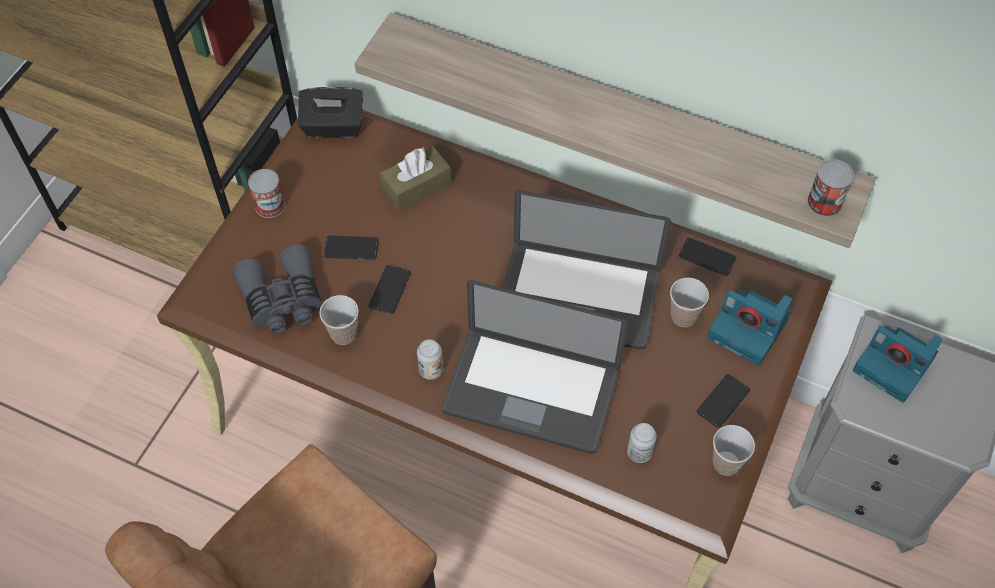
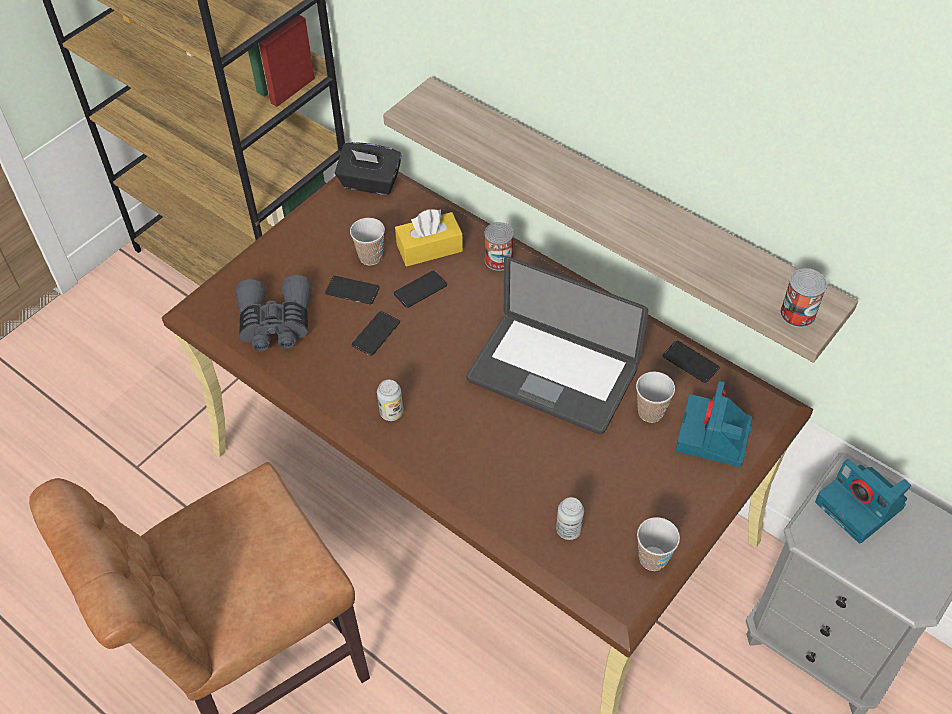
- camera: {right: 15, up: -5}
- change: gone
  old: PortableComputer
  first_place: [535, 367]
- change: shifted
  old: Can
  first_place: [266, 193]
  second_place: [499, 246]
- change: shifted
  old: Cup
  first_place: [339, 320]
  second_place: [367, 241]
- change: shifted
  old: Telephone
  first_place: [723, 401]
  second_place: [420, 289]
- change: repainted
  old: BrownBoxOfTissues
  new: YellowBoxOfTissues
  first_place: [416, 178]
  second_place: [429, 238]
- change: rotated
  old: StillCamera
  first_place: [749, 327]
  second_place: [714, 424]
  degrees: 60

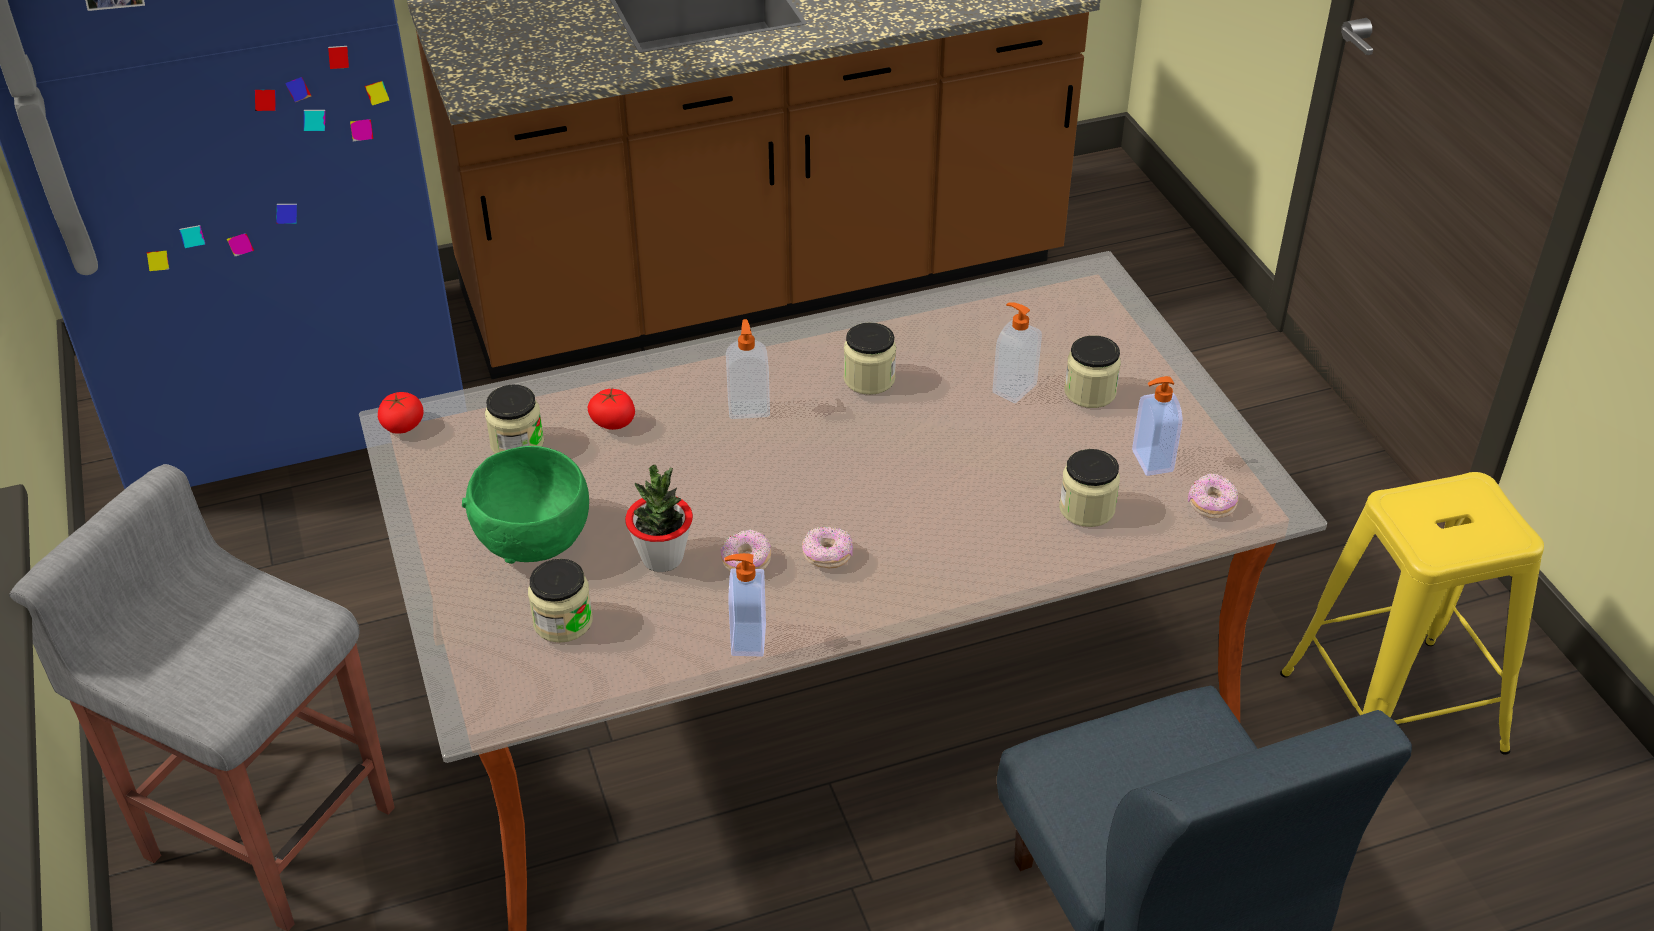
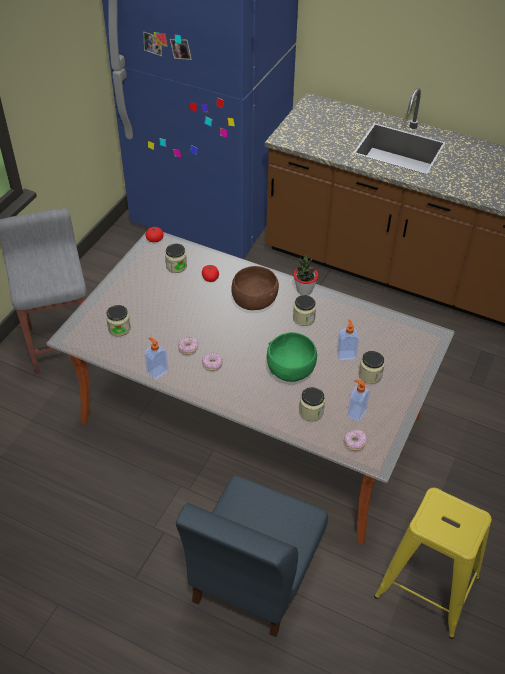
- camera: {right: 45, up: 5}
- change: shifted
  old: GreenishDeepDish
  first_place: [525, 505]
  second_place: [292, 357]
- change: shifted
  old: PottedPlant
  first_place: [659, 518]
  second_place: [305, 275]
- change: swapped
  old: SoapBottle
  new: BrownDeepDish
  first_place: [748, 369]
  second_place: [255, 288]

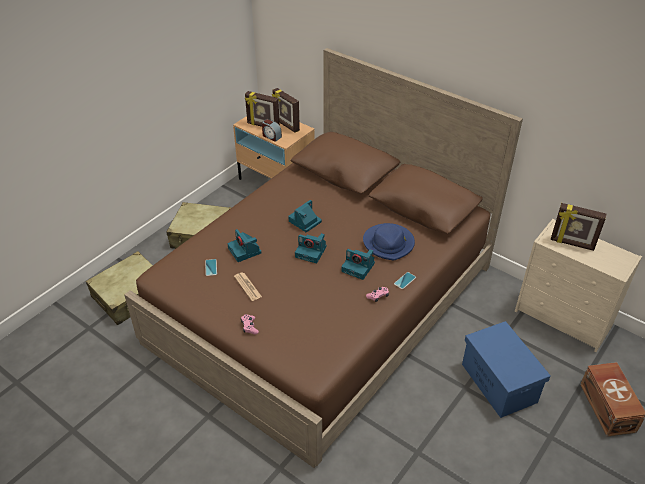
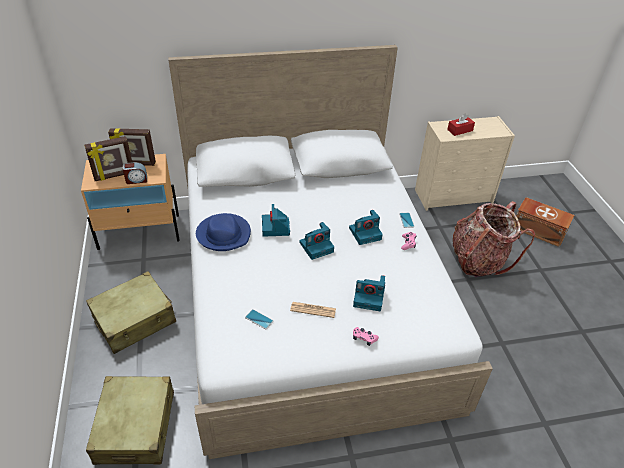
- camera: {right: -50, up: 0}
- change: shifted
  old: StillCamera
  first_place: [244, 245]
  second_place: [369, 293]
- change: shifted
  old: BluishWearableHat
  first_place: [389, 241]
  second_place: [223, 232]
- change: swapped
  old: BluishStorageBox
  new: Knapsack
  first_place: [506, 369]
  second_place: [494, 239]
- change: swapped
  old: PhotoFrame
  new: RedBoxOfTissues
  first_place: [578, 227]
  second_place: [461, 125]
- change: repainted
  old: BrownBedroomBed
  new: WhiteBedroomBed
  first_place: [323, 258]
  second_place: [330, 252]

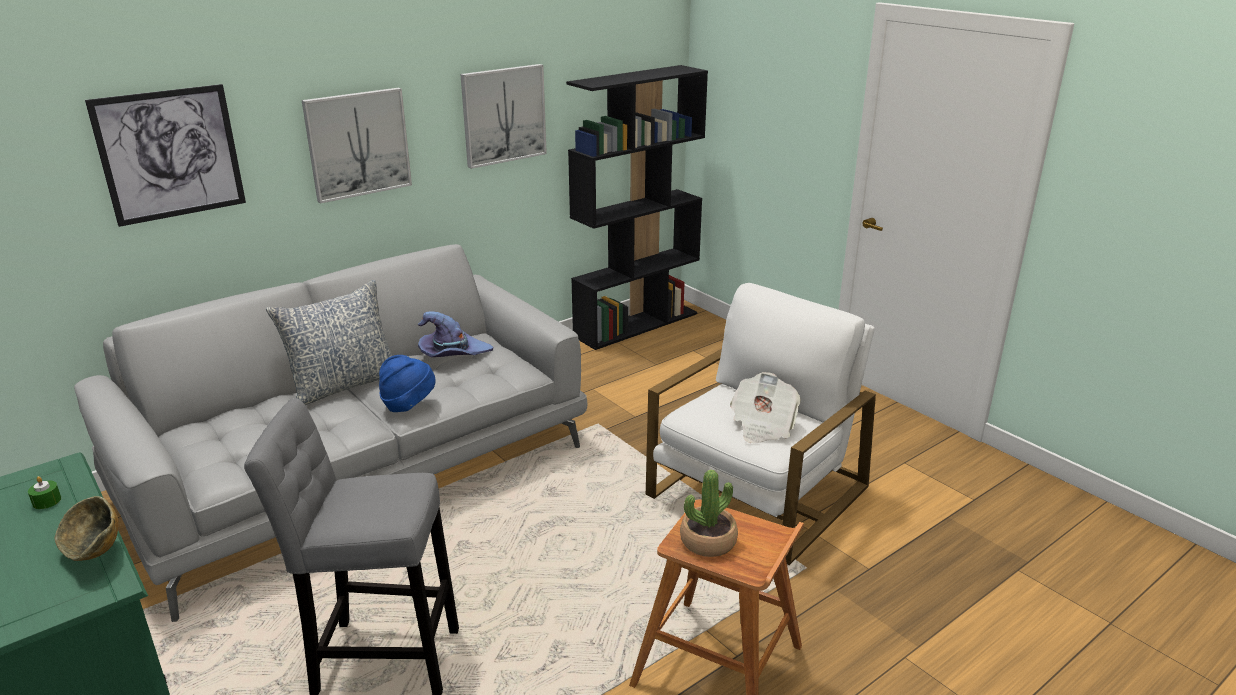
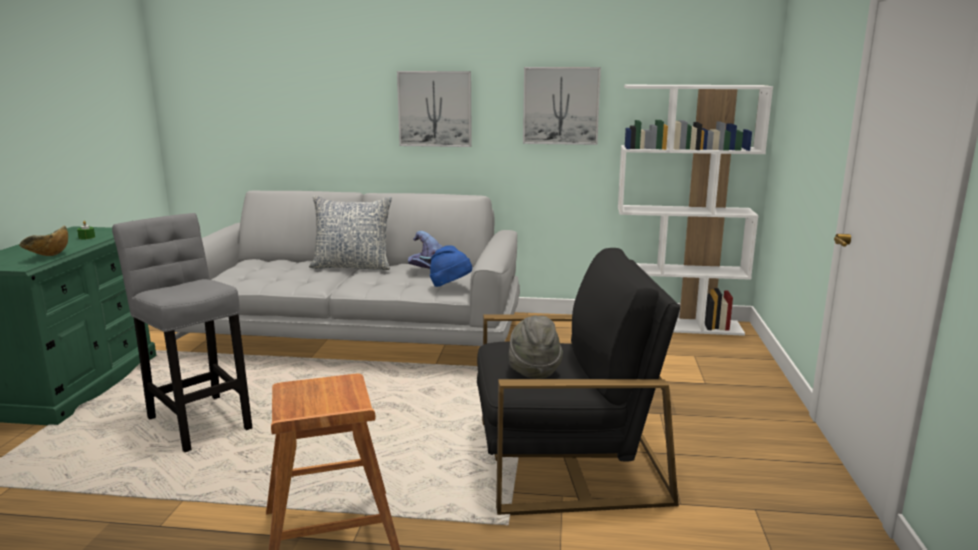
- camera: {right: 45, up: -10}
- change: gone
  old: WallArt
  first_place: [165, 155]
- change: gone
  old: PottedPlant
  first_place: [709, 513]
- change: shifted
  old: BluishWearableHat
  first_place: [407, 383]
  second_place: [451, 266]
- change: swapped
  old: PrintedPaper
  new: GreyishWearableHat
  first_place: [765, 407]
  second_place: [536, 347]
- change: repainted
  old: BlackColouredShelvingUnit
  new: WhiteShelvingUnit
  first_place: [637, 207]
  second_place: [695, 210]
- change: repainted
  old: WhiteEasyChair
  new: BlackColouredEasyChair
  first_place: [761, 424]
  second_place: [578, 381]

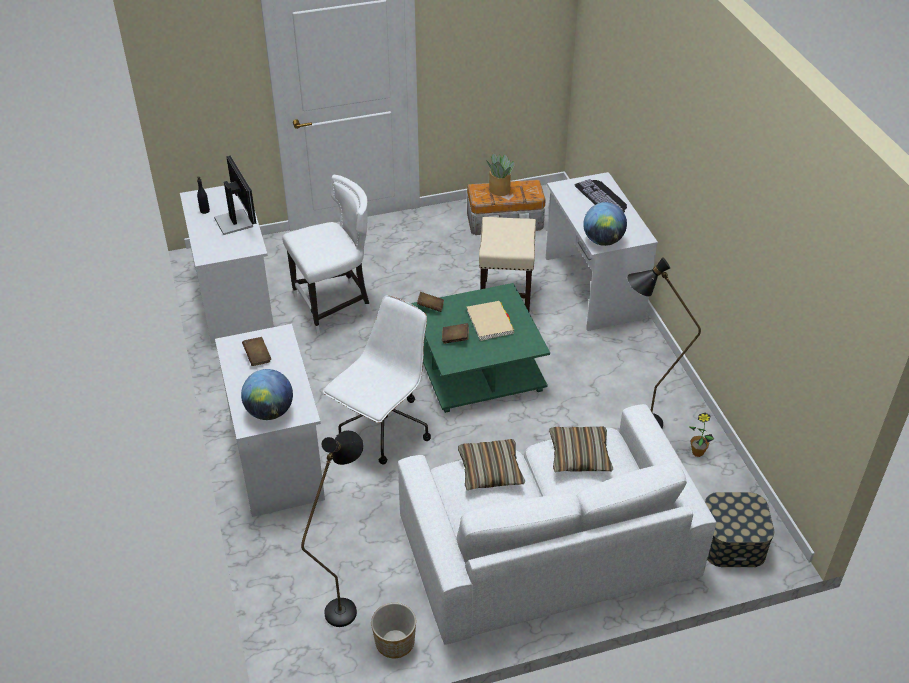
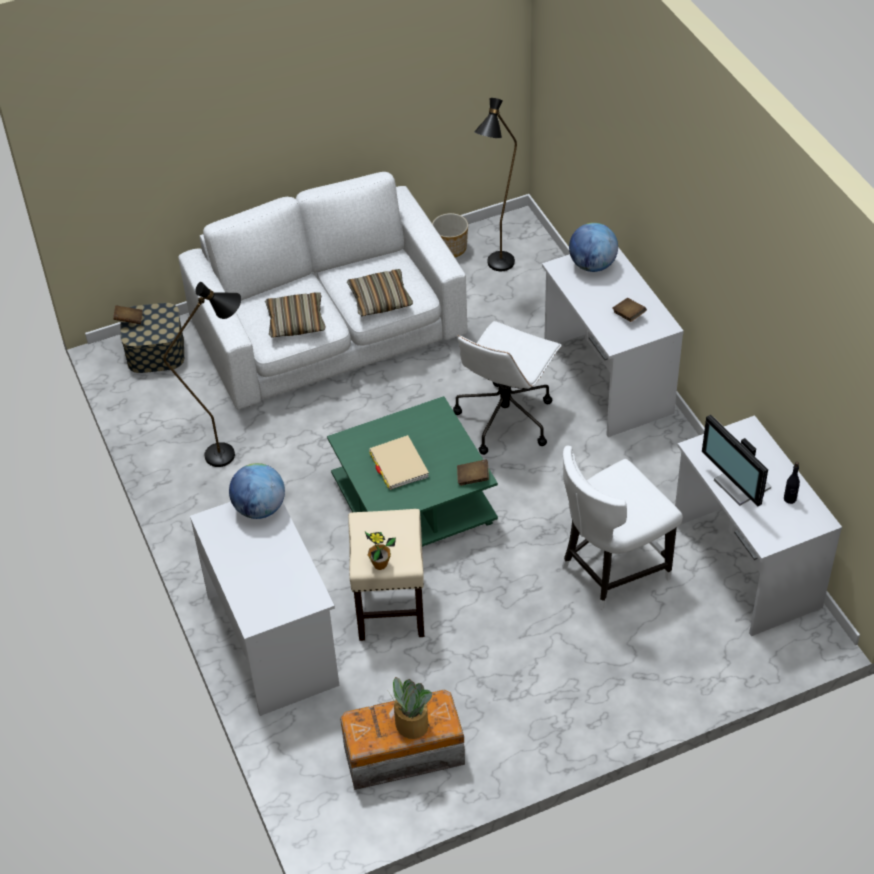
- camera: {right: 175, up: 5}
- change: gone
  old: Keyboard
  first_place: [601, 195]
- change: shifted
  old: BrownBook
  first_place: [455, 333]
  second_place: [128, 314]
- change: shifted
  old: PottedPlant
  first_place: [701, 435]
  second_place: [380, 551]

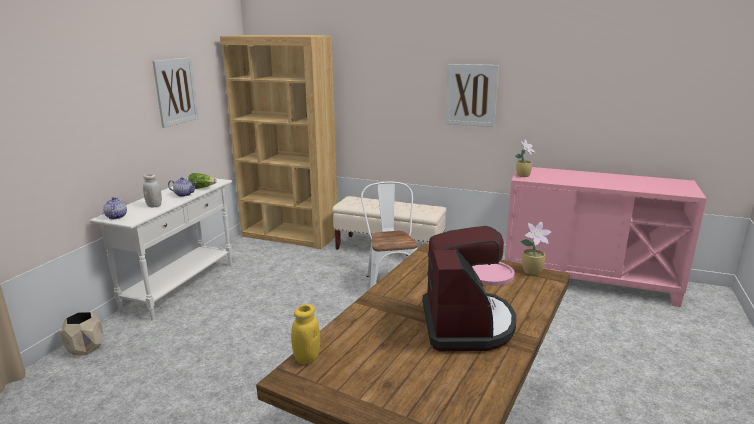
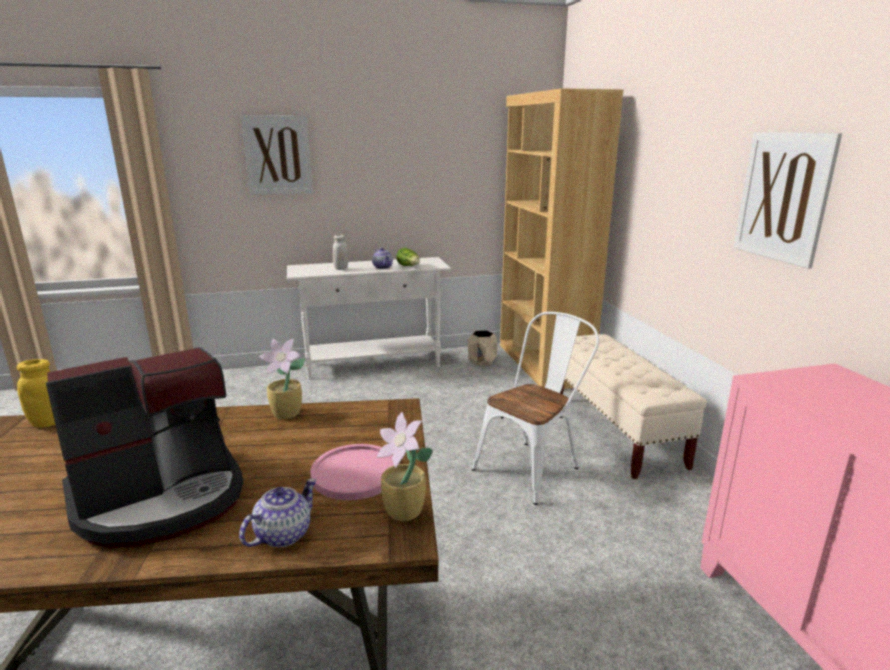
- camera: {right: 55, up: 0}
- change: shifted
  old: BeigePlanter
  first_place: [82, 333]
  second_place: [482, 348]
- change: shifted
  old: PotForTea
  first_place: [115, 208]
  second_place: [278, 513]
- change: shifted
  old: WallArt
  first_place: [175, 92]
  second_place: [277, 155]
- change: shifted
  old: PottedPlant
  first_place: [525, 158]
  second_place: [282, 379]

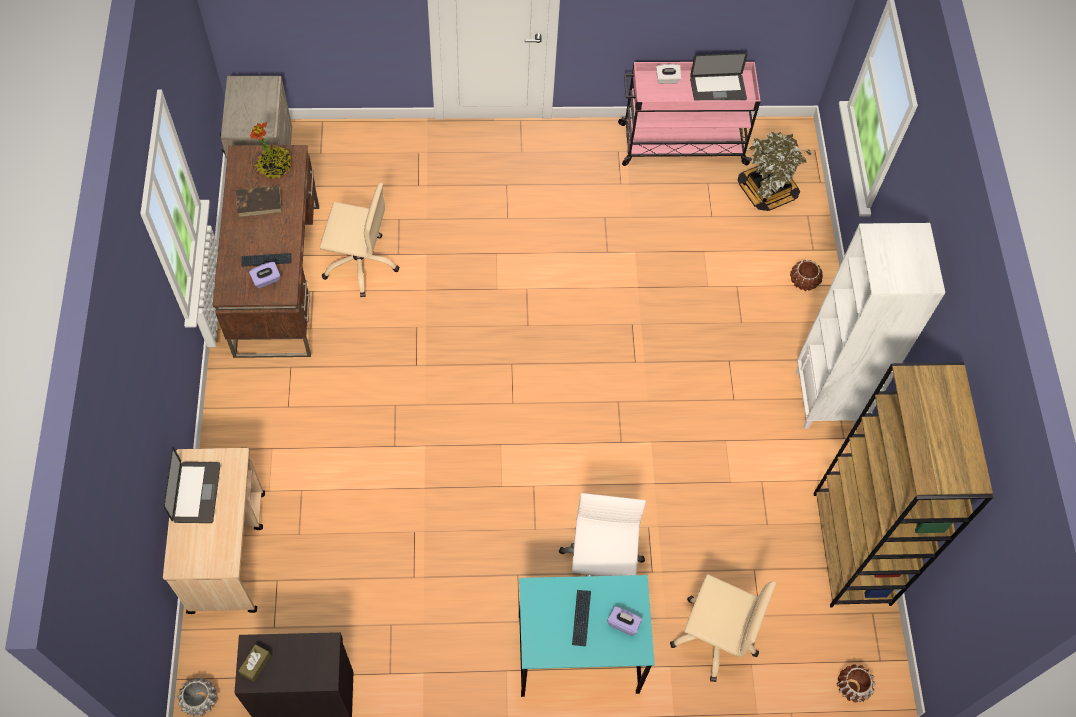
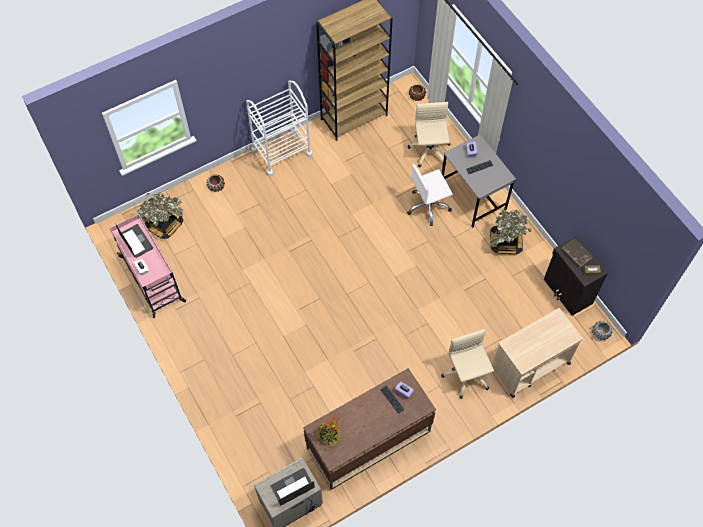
- camera: {right: -115, up: 0}
- change: new
  new: PottedPlant
  second_place: [511, 231]
- change: shifted
  old: PortableComputer
  first_place: [191, 484]
  second_place: [293, 487]
- change: shifted
  old: BrownBook
  first_place: [259, 201]
  second_place: [577, 253]
- change: shifted
  old: BeigeDeskChair
  first_place: [359, 240]
  second_place: [467, 364]
- change: swapped
  old: WhiteShelvingUnit
  new: WhiteCart
  first_place: [870, 326]
  second_place: [279, 128]
- change: repainted
  old: TurquoiseDesk
  new: GreyishDesk
  first_place: [587, 636]
  second_place: [479, 181]

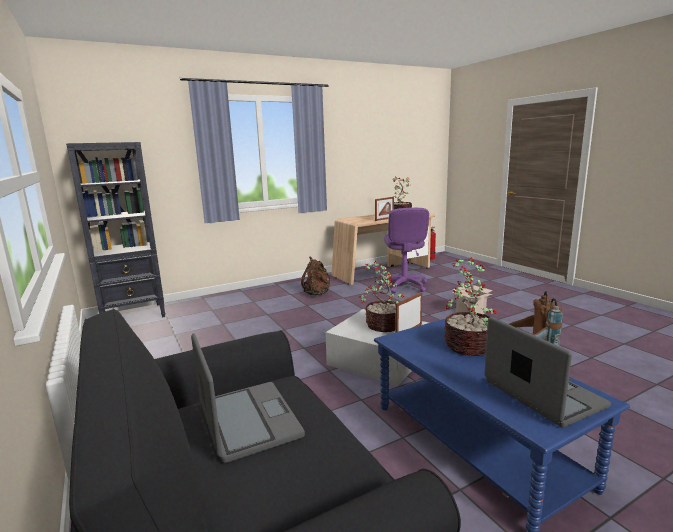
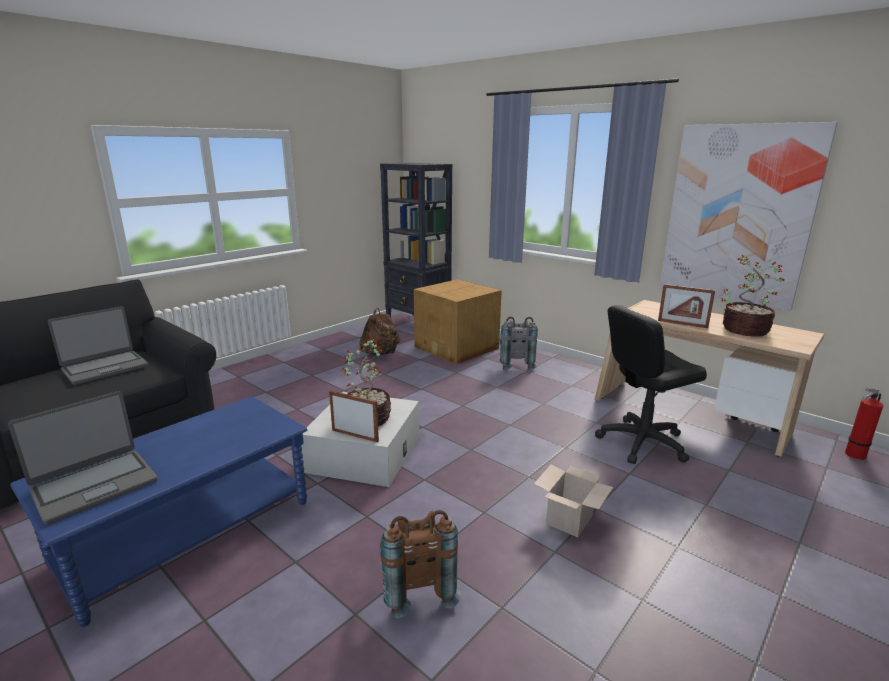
- camera: {right: 70, up: 5}
- change: gone
  old: PottedPlant
  first_place: [470, 306]
- change: new
  new: CardboardBox
  second_place: [458, 321]
- change: new
  new: GreyishKnapsack
  second_place: [519, 343]
- change: new
  new: WallArt
  second_place: [749, 216]
- change: shifted
  old: BrownKnapsack
  first_place: [315, 275]
  second_place: [379, 332]
- change: repainted
  old: PurplishDeskChair
  new: BlackColouredDeskChair
  first_place: [403, 250]
  second_place: [651, 384]

